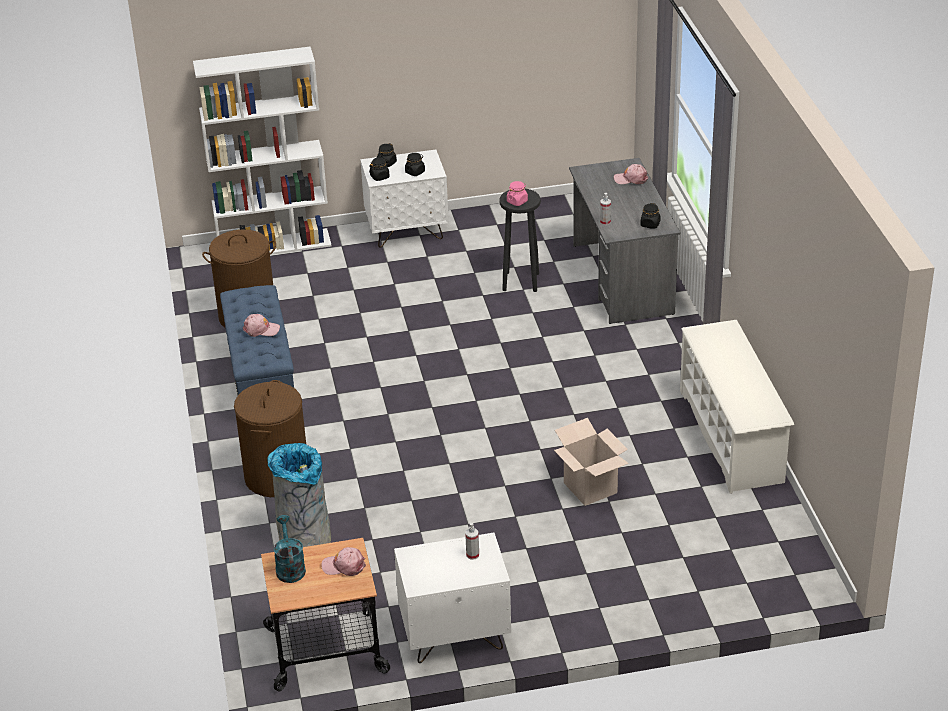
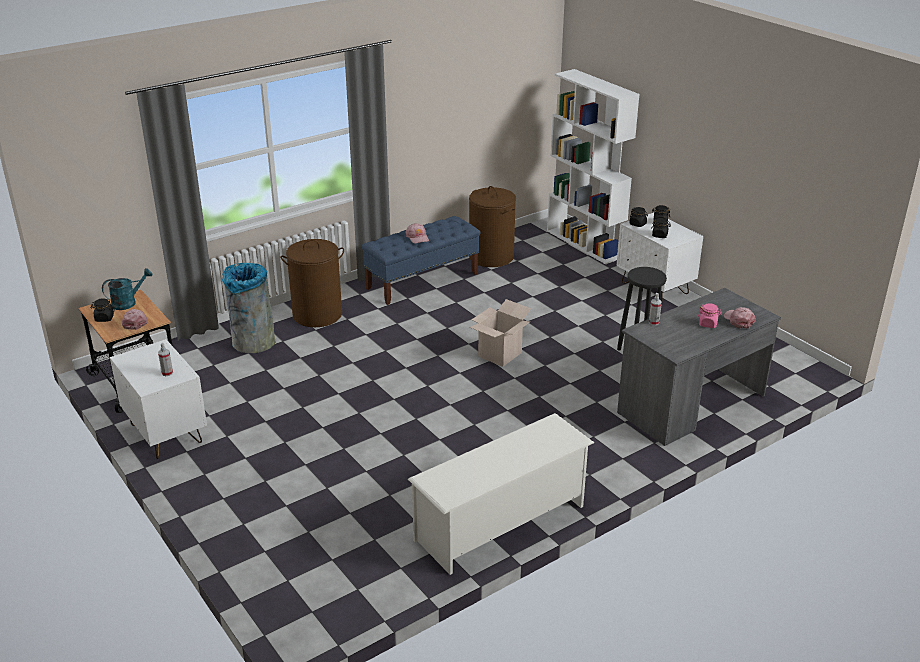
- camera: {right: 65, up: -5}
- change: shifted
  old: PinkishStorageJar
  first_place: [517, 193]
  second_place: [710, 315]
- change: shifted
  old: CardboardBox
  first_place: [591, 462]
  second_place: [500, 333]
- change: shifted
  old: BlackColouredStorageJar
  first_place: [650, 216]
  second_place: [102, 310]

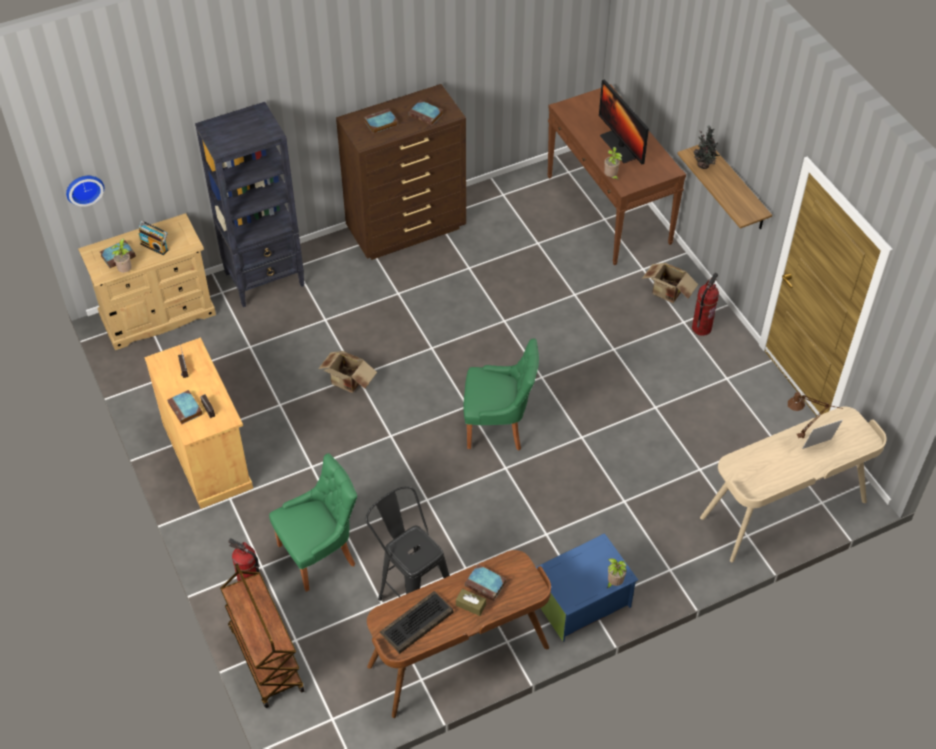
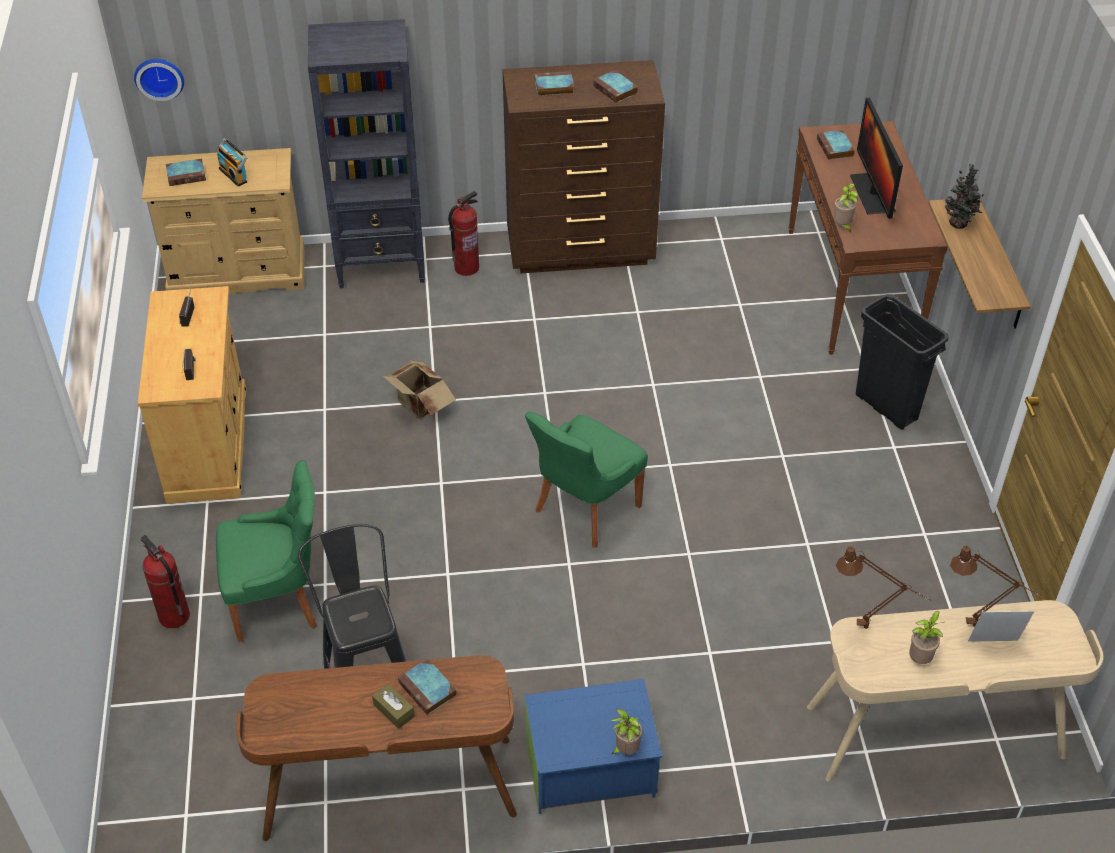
- camera: {right: 20, up: -5}
- change: gone
  old: BrownCart
  first_place: [262, 635]
- change: gone
  old: Keyboard
  first_place: [417, 622]
- change: new
  new: BrownTableLamp
  second_place: [883, 587]
- change: shifted
  old: PottedPlant
  first_place: [121, 255]
  second_place: [926, 637]
- change: shifted
  old: Book
  first_place: [185, 407]
  second_place: [836, 145]
- change: shifted
  old: FireExtinguisher
  first_place: [705, 304]
  second_place: [463, 233]
- change: swapped
  old: CardboardBox
  new: BlackColouredWasteBin
  first_place: [670, 283]
  second_place: [902, 361]
- change: rotated
  old: GreenishUprightChair
  first_place: [501, 395]
  second_place: [586, 480]
  degrees: 105

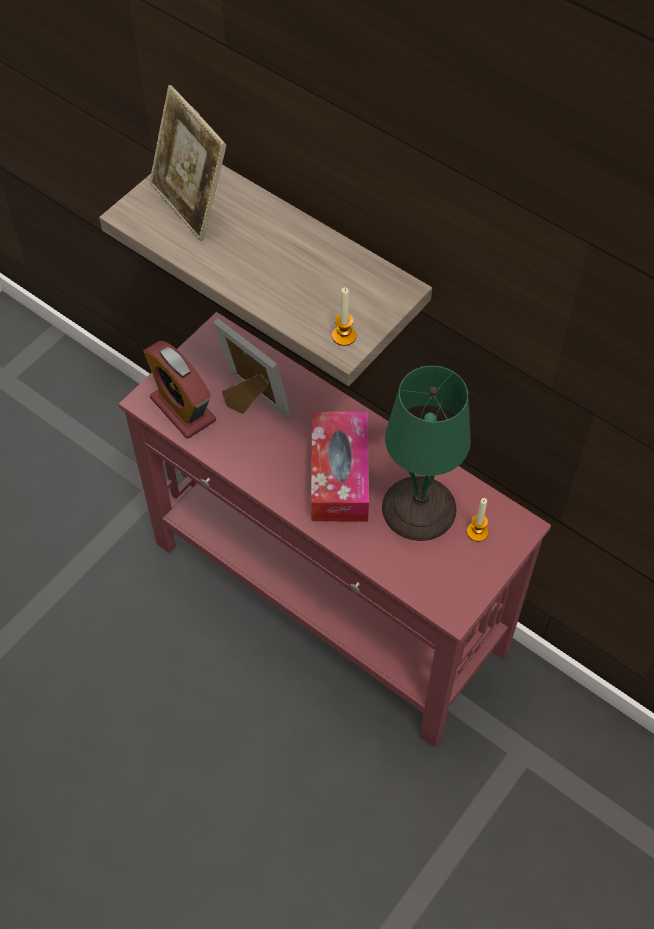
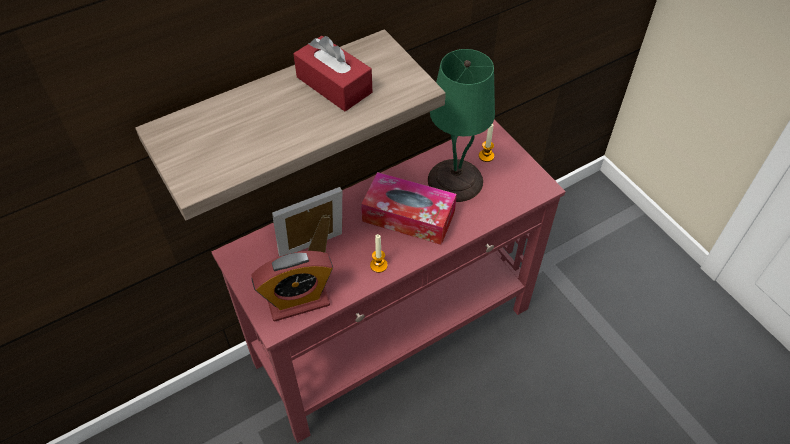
- camera: {right: -70, up: -5}
- change: gone
  old: PhotoFrame
  first_place: [187, 163]
- change: new
  new: RedBoxOfTissues
  second_place: [332, 73]
- change: shifted
  old: WaxCandle
  first_place: [344, 316]
  second_place: [379, 253]

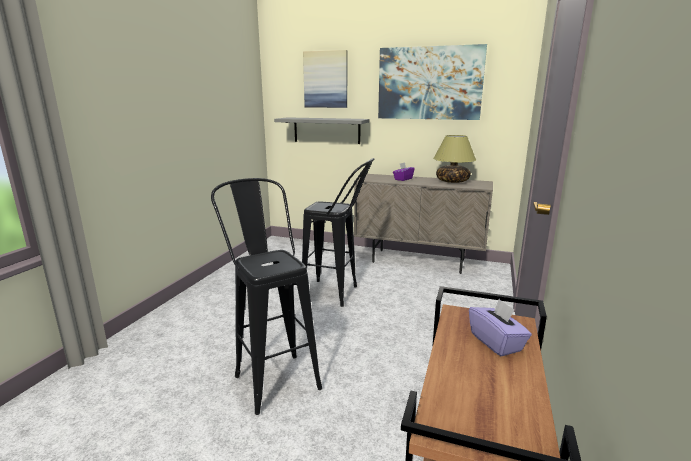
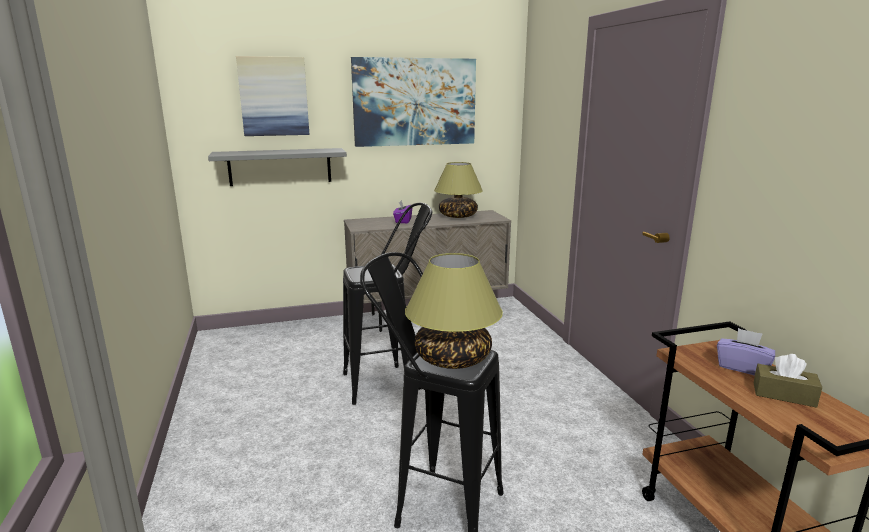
- camera: {right: -35, up: 0}
- change: new
  new: TableLamp
  second_place: [454, 311]
- change: new
  new: BrownBoxOfTissues
  second_place: [787, 381]

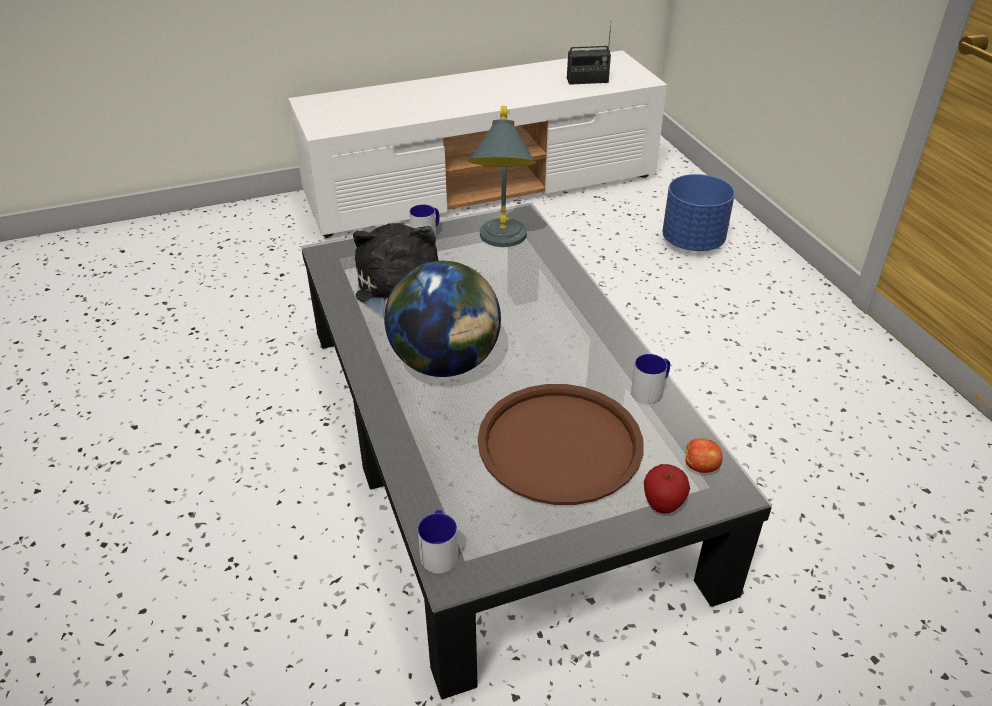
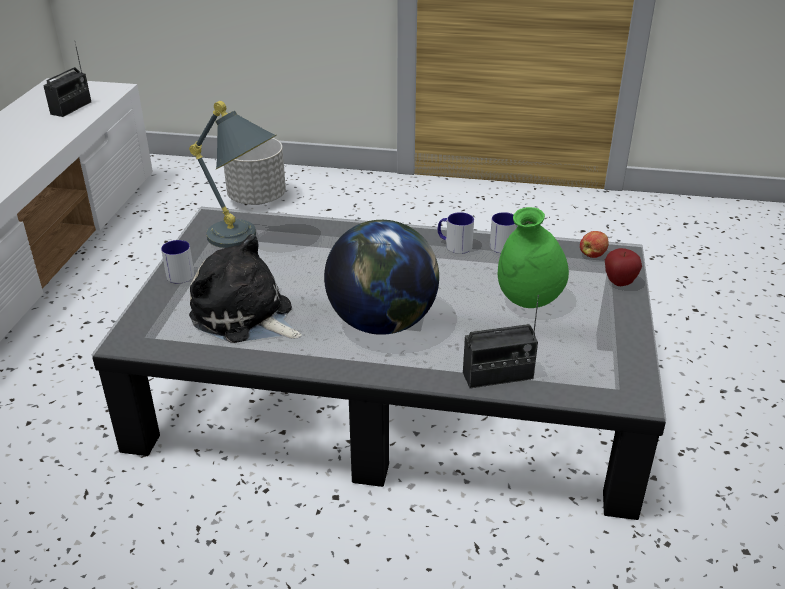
- camera: {right: -60, up: -5}
- change: new
  new: RadioReceiver
  second_place: [501, 341]
- change: shifted
  old: Mug
  first_place: [438, 542]
  second_place: [456, 233]
- change: swapped
  old: BrownServingTray
  new: GreenishVase
  first_place: [560, 444]
  second_place: [533, 257]
- change: repainted
  old: BluishPlanter
  new: GreyishPlanter
  first_place: [698, 212]
  second_place: [255, 171]

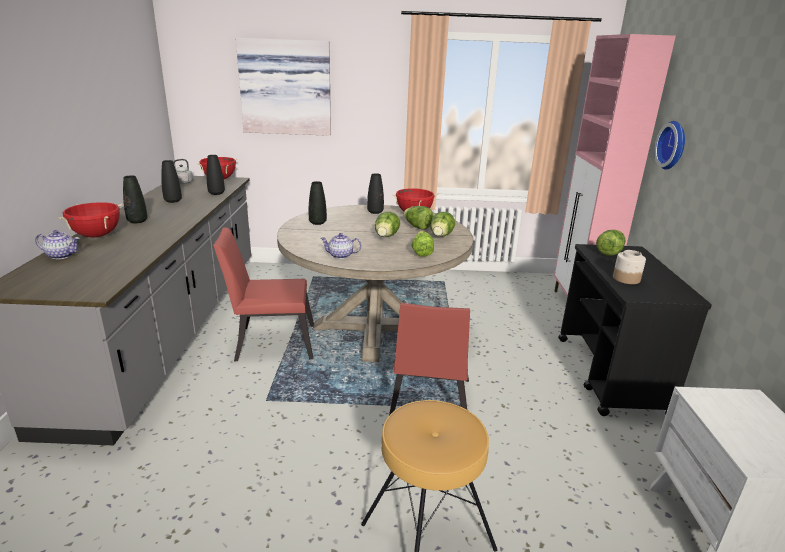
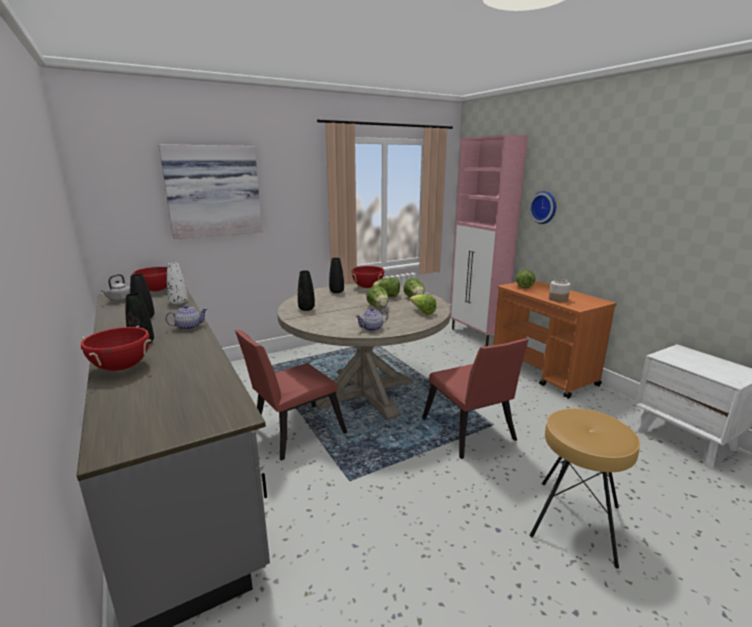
- camera: {right: -30, up: -5}
- change: shifted
  old: PotForTea
  first_place: [57, 244]
  second_place: [186, 317]
- change: repainted
  old: BlackColouredVase
  new: WhiteVase
  first_place: [215, 175]
  second_place: [177, 283]
- change: repainted
  old: BlackColouredCart
  new: OrangeCart
  first_place: [635, 330]
  second_place: [555, 339]

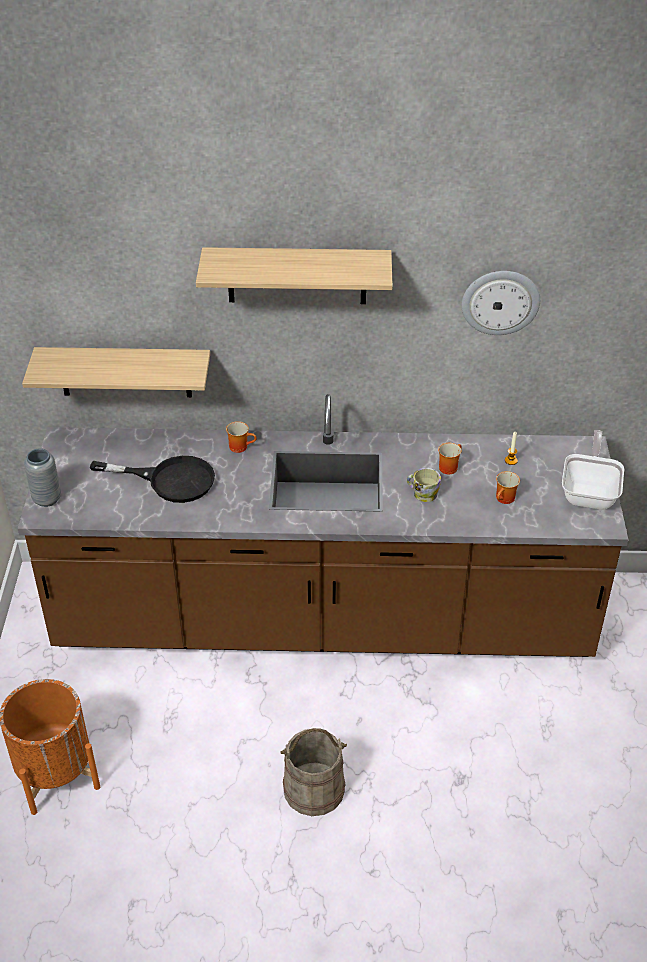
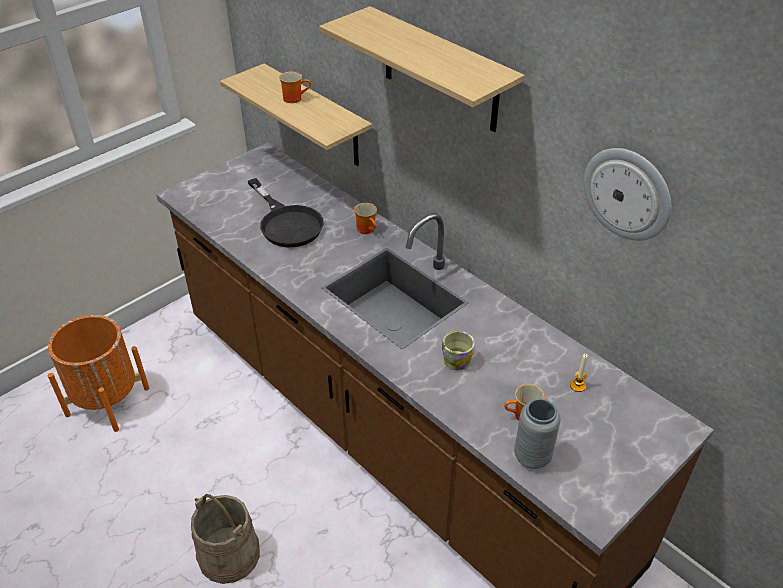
- camera: {right: 45, up: 0}
- change: gone
  old: FryingPan
  first_place: [593, 470]
- change: shifted
  old: GreyishVase
  first_place: [42, 477]
  second_place: [537, 434]
- change: shifted
  old: Mug
  first_place: [450, 458]
  second_place: [295, 87]

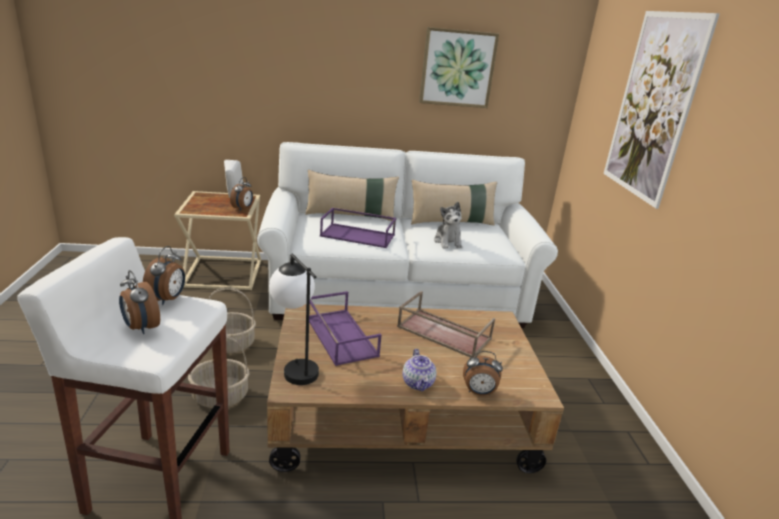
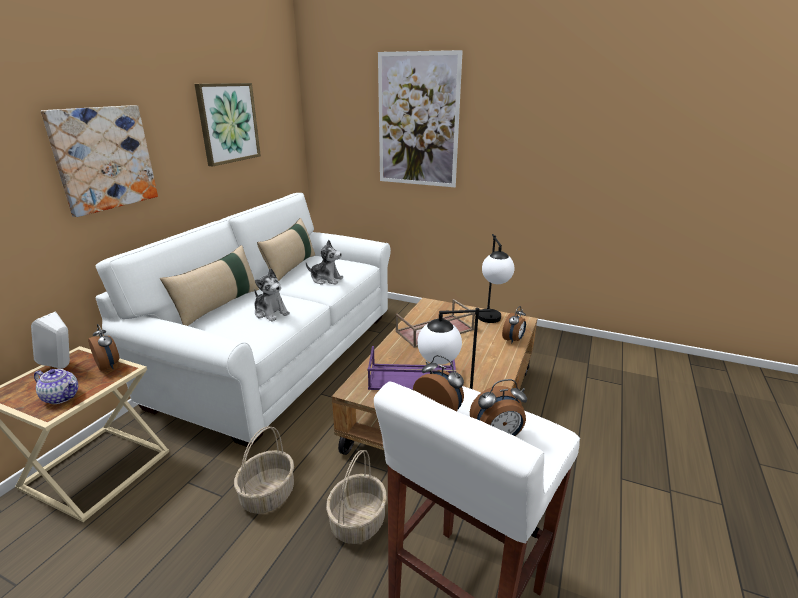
- camera: {right: -60, up: 0}
- change: new
  new: WallArt
  second_place: [99, 161]
- change: new
  new: TableLamp
  second_place: [496, 278]
- change: shifted
  old: PotForTea
  first_place: [419, 370]
  second_place: [56, 386]
- change: swapped
  old: PurplishServingTray
  new: SoftToy
  first_place: [358, 227]
  second_place: [272, 295]

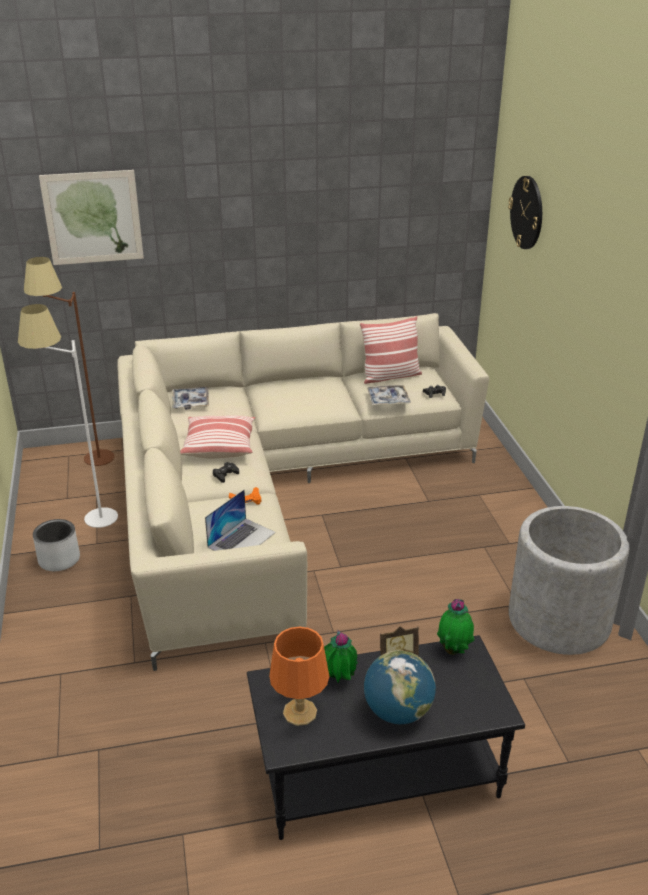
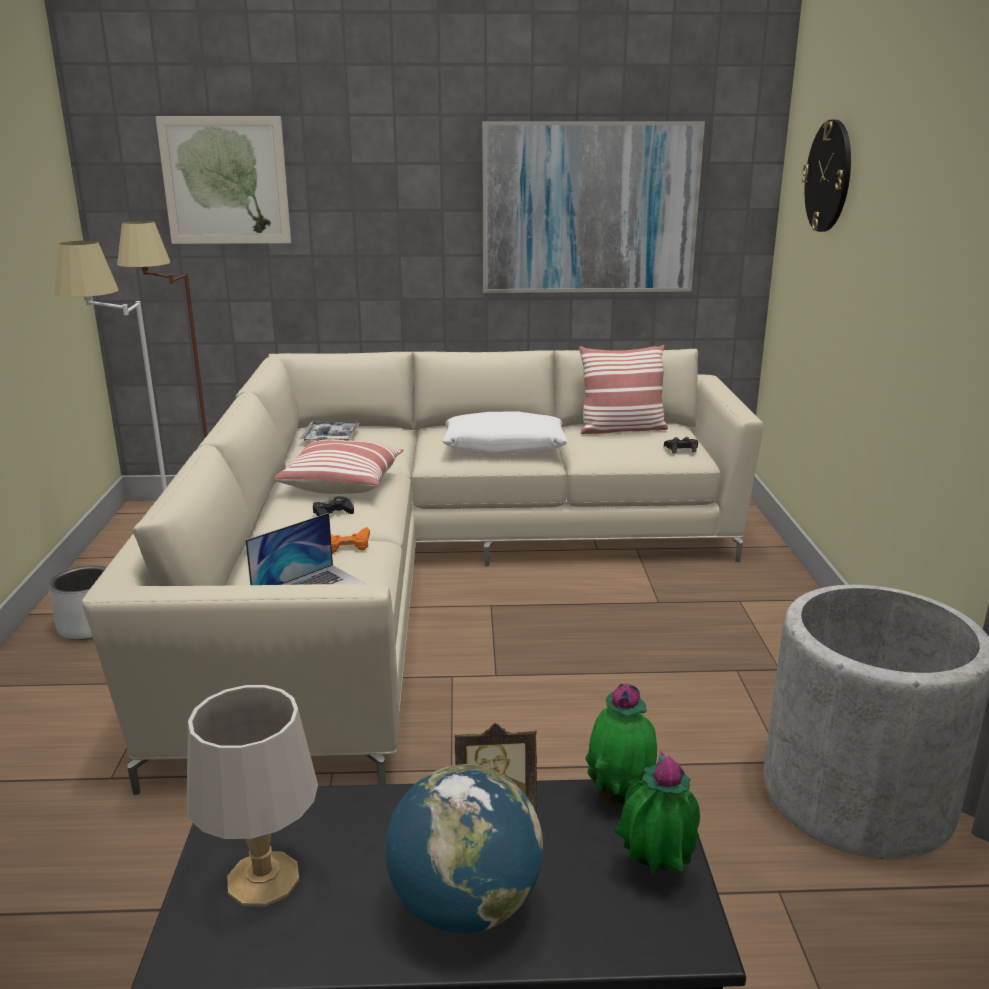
- camera: {right: 10, up: -10}
- change: gone
  old: ServingTray
  first_place: [389, 395]
- change: new
  new: WhiteThrowPillow
  second_place: [505, 433]
- change: new
  new: WallArt
  second_place: [593, 207]
- change: shifted
  old: PottedPlant
  first_place: [341, 656]
  second_place: [657, 813]
- change: repainted
  old: OrangeTableLamp
  new: GreyishTableLamp
  first_place: [299, 676]
  second_place: [252, 796]

